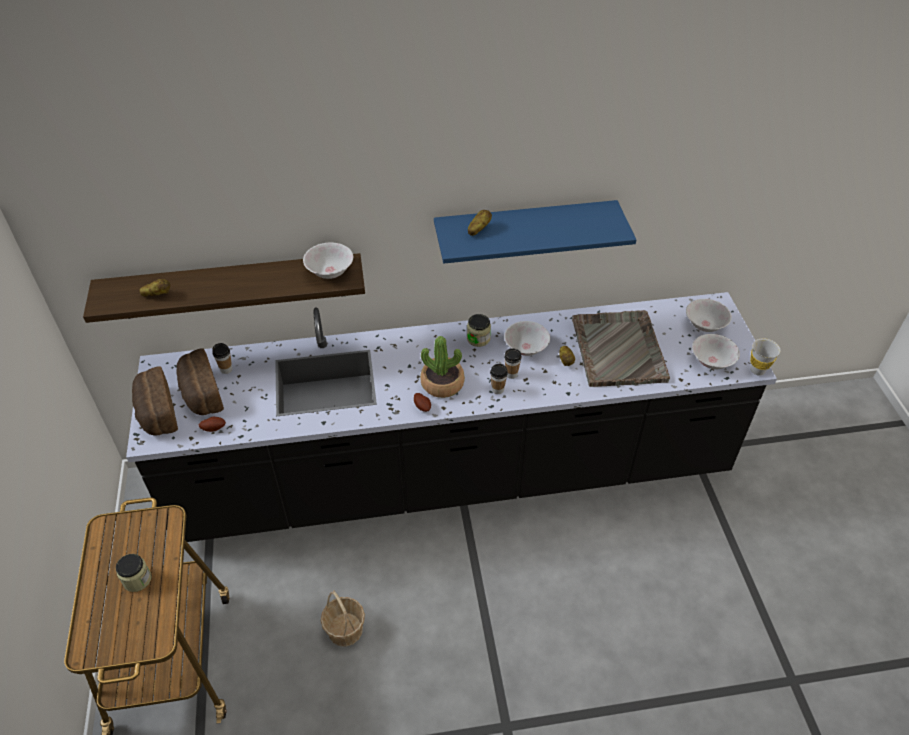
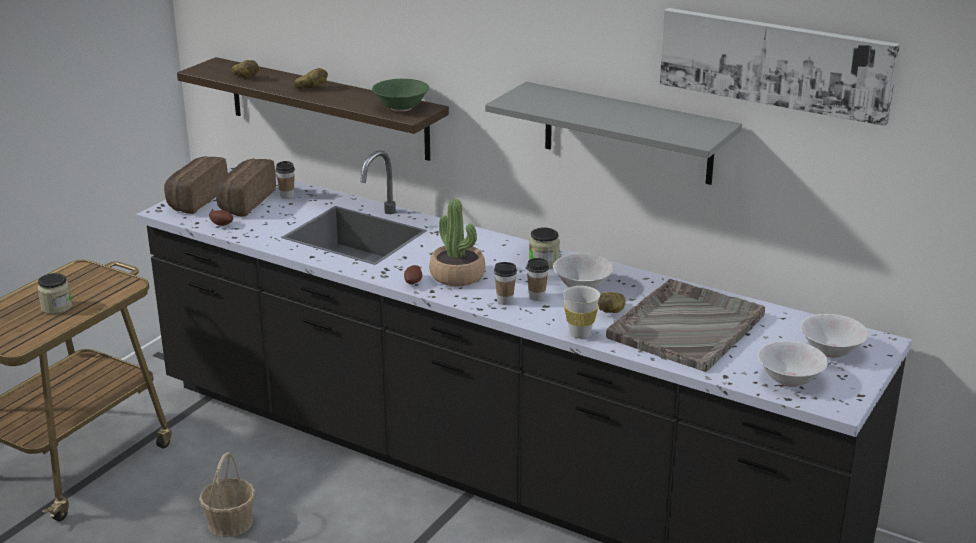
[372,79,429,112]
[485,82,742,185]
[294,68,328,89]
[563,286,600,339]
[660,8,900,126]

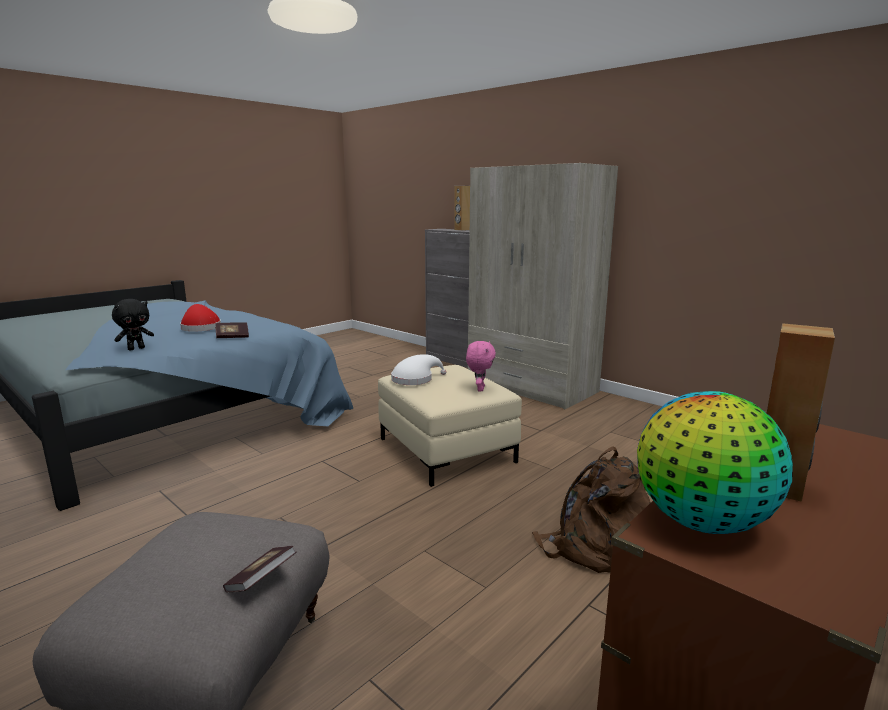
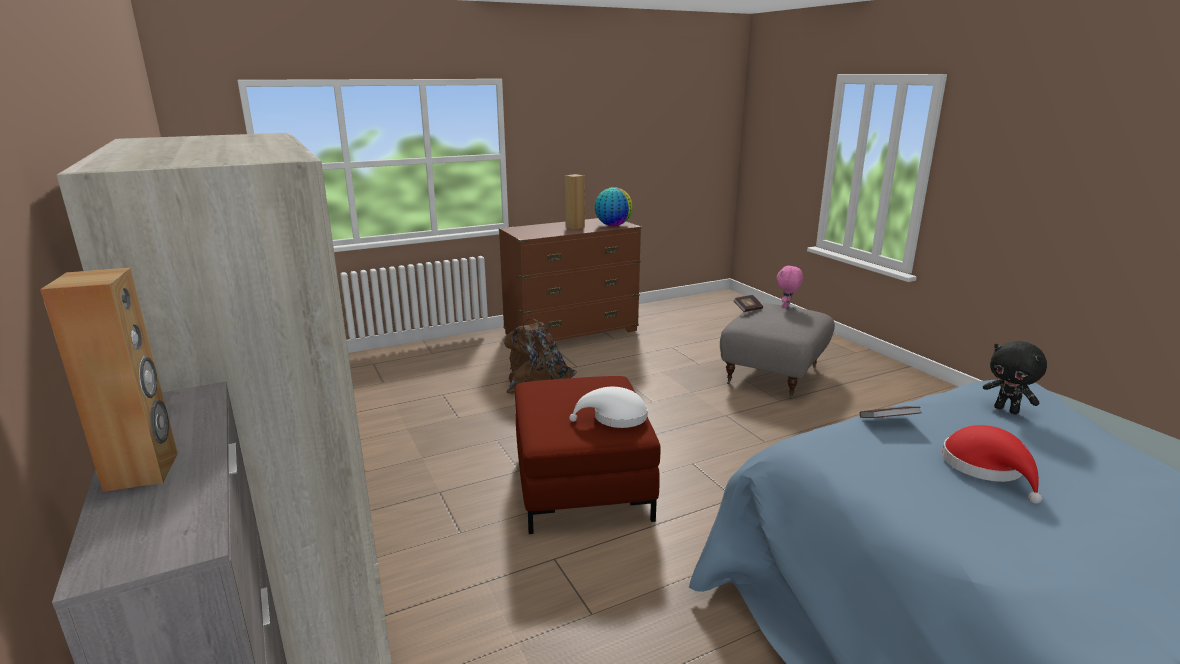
[983,341,1047,414]
[515,376,661,534]
[777,265,803,308]

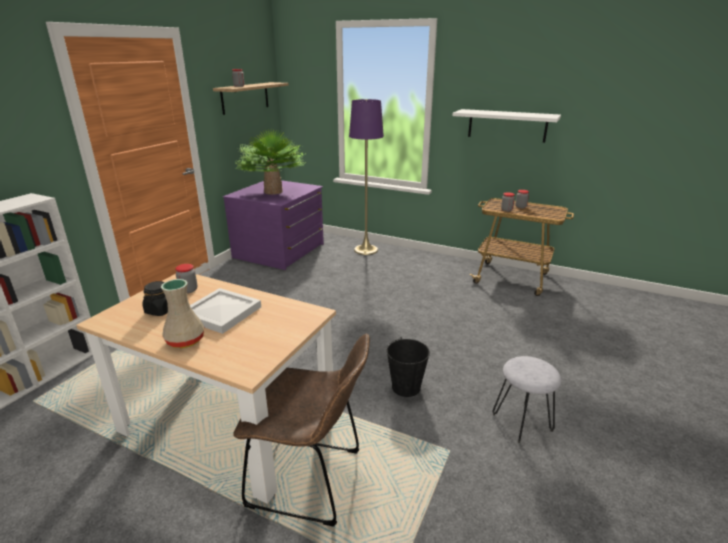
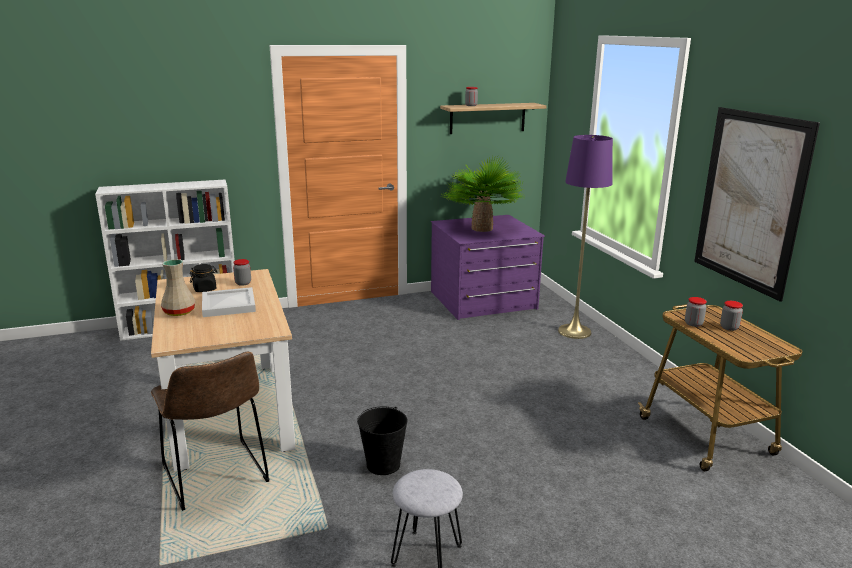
[694,107,820,302]

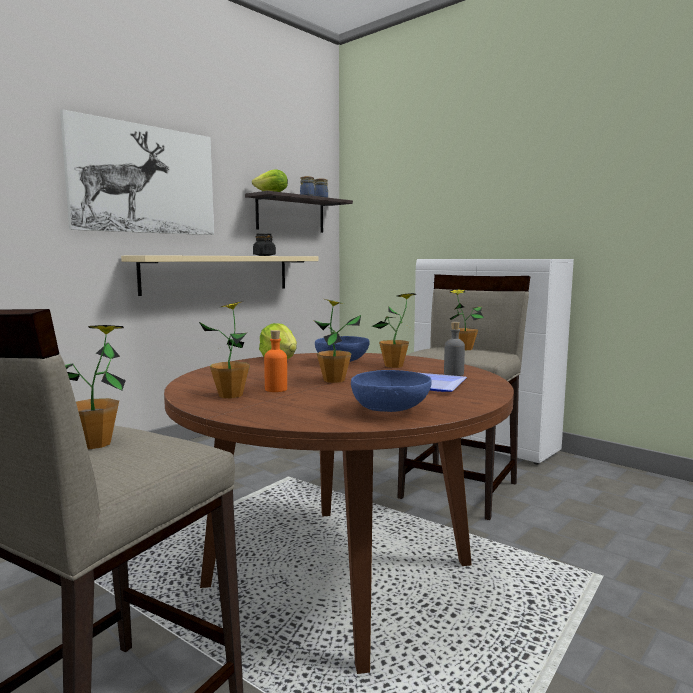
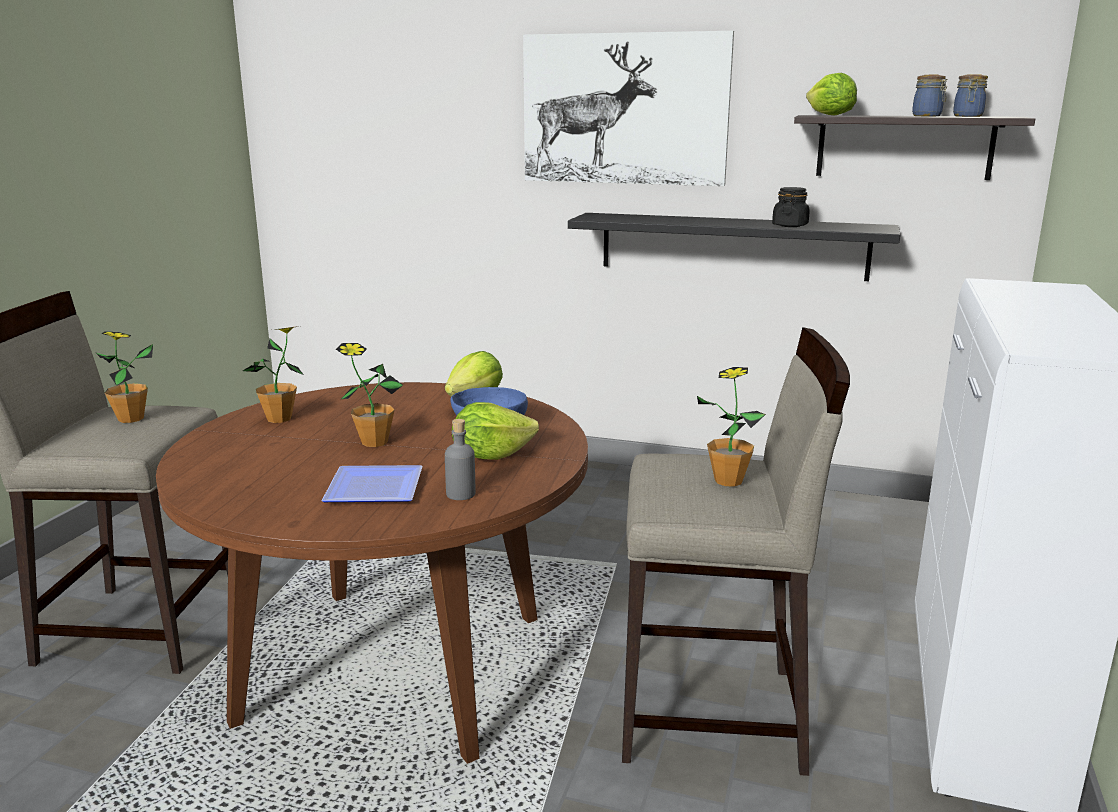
[568,213,900,281]
[264,330,287,392] (first image)
[351,370,432,412] (first image)
[452,402,539,460]

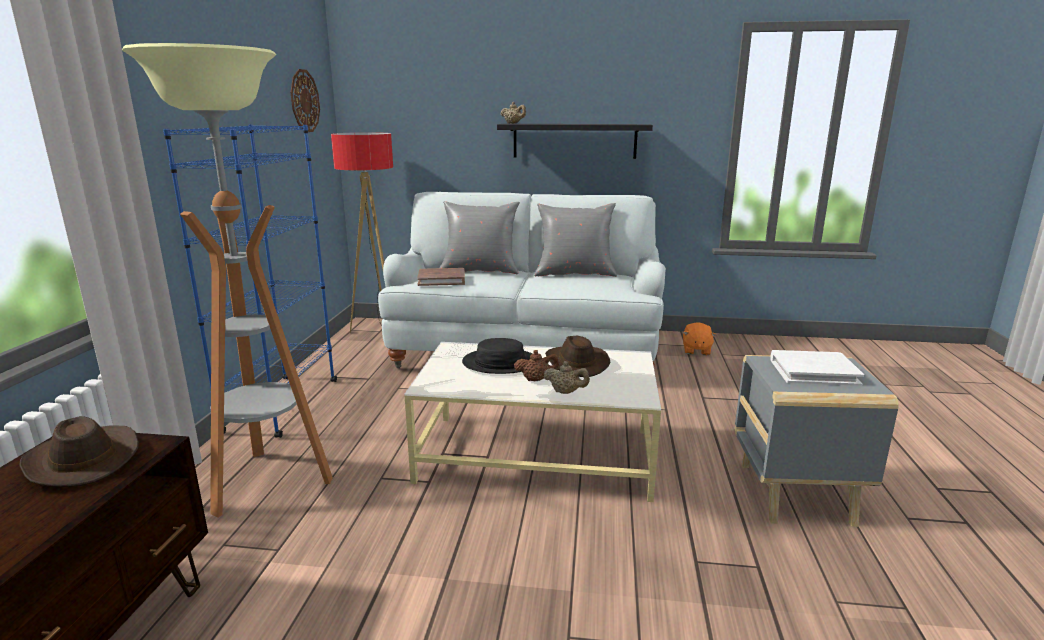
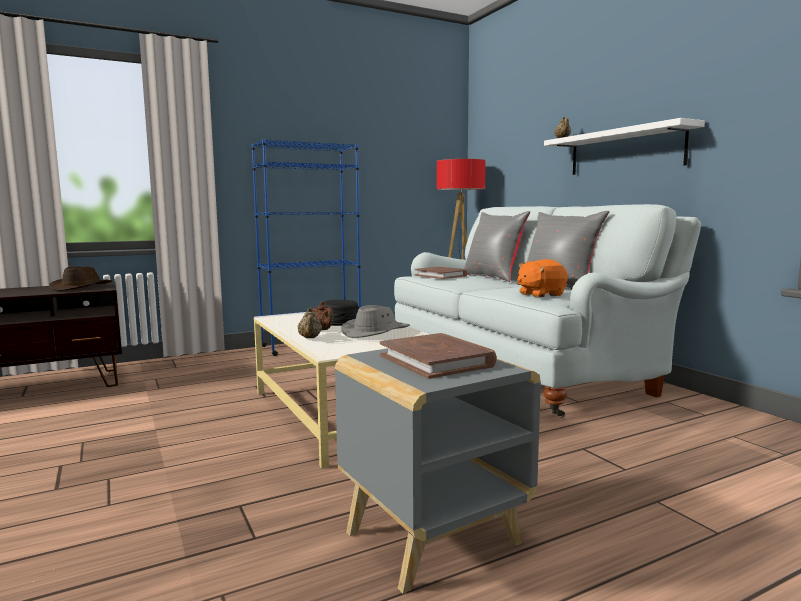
[122,43,333,517] (first image)
[290,69,320,132] (first image)
[544,118,705,175]
[341,305,410,338]
[517,259,568,298]
[380,333,497,379]

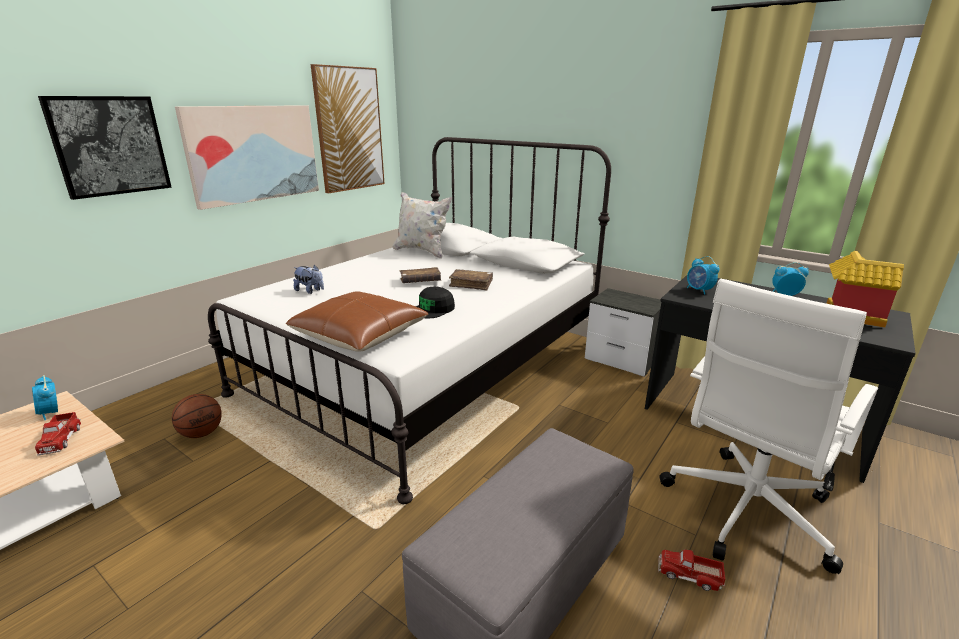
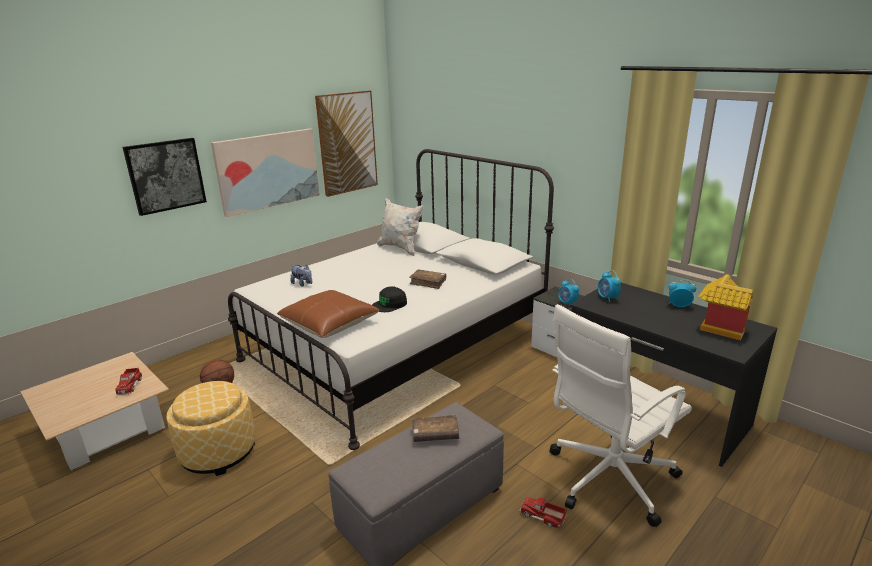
[558,279,579,305]
[412,415,460,442]
[166,381,255,476]

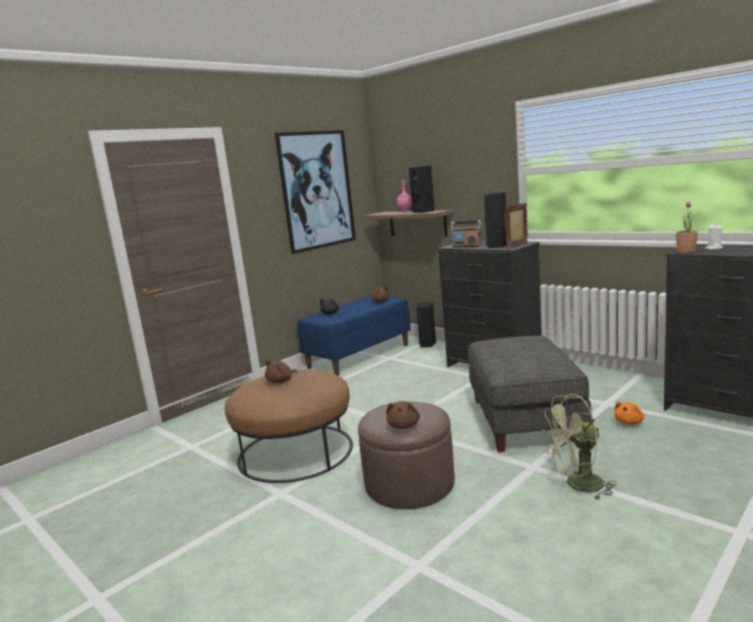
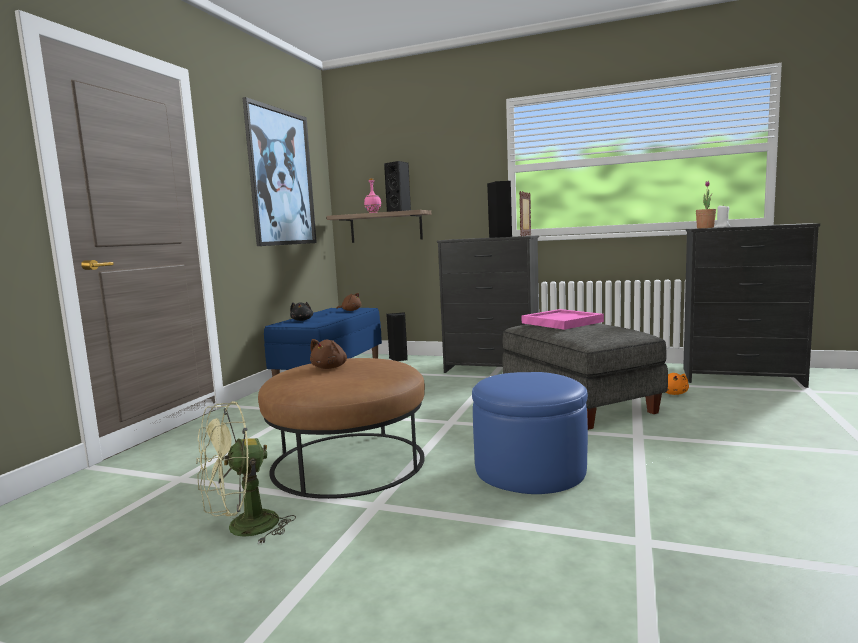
[472,372,588,494]
[386,401,420,429] (first image)
[451,220,481,248] (first image)
[196,401,296,545]
[521,309,604,330]

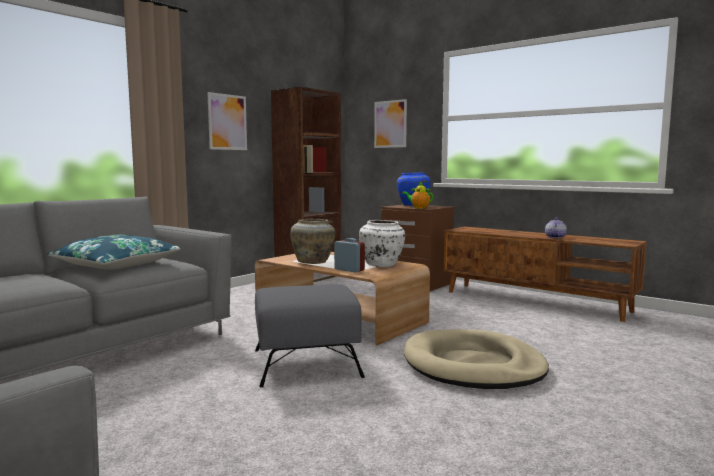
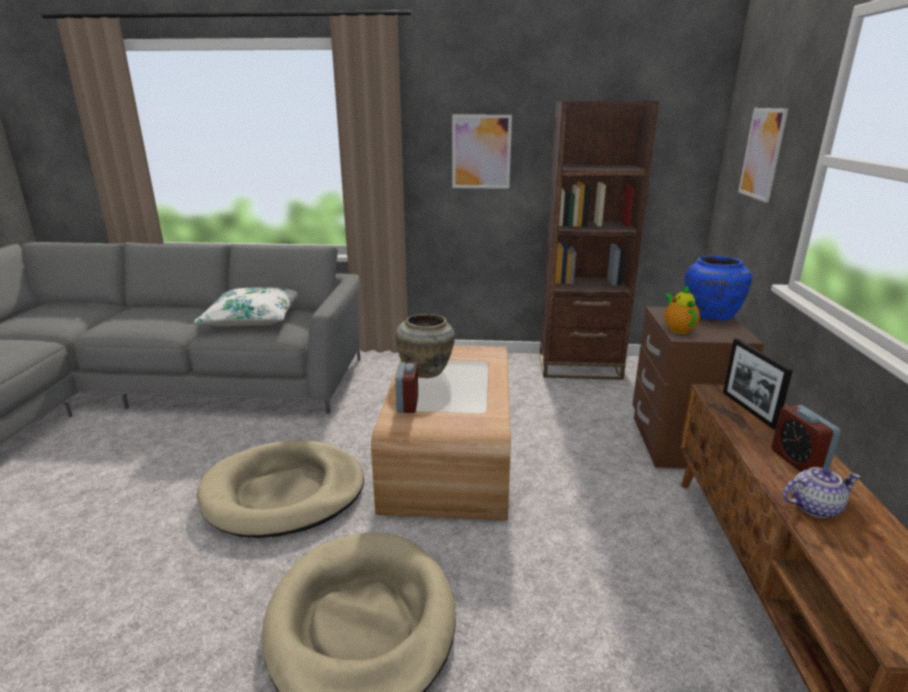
[194,287,298,327]
[197,440,364,538]
[359,220,405,267] (first image)
[723,339,793,430]
[771,405,841,472]

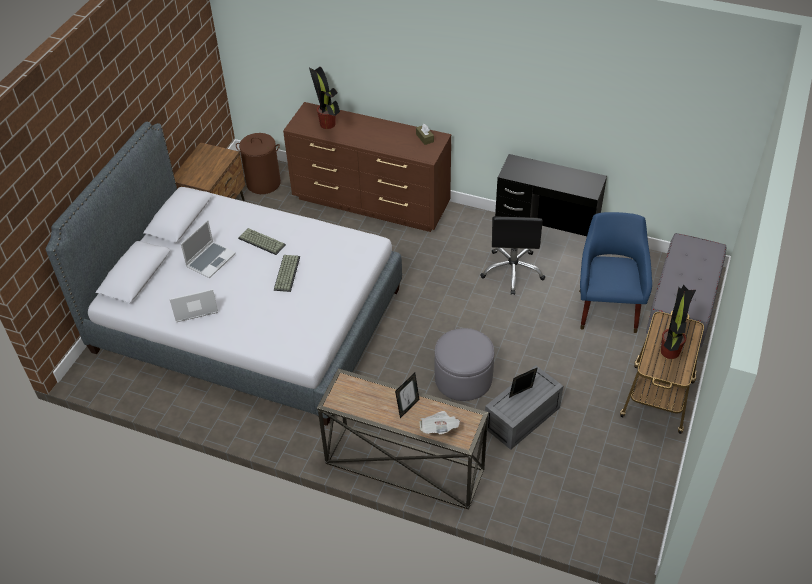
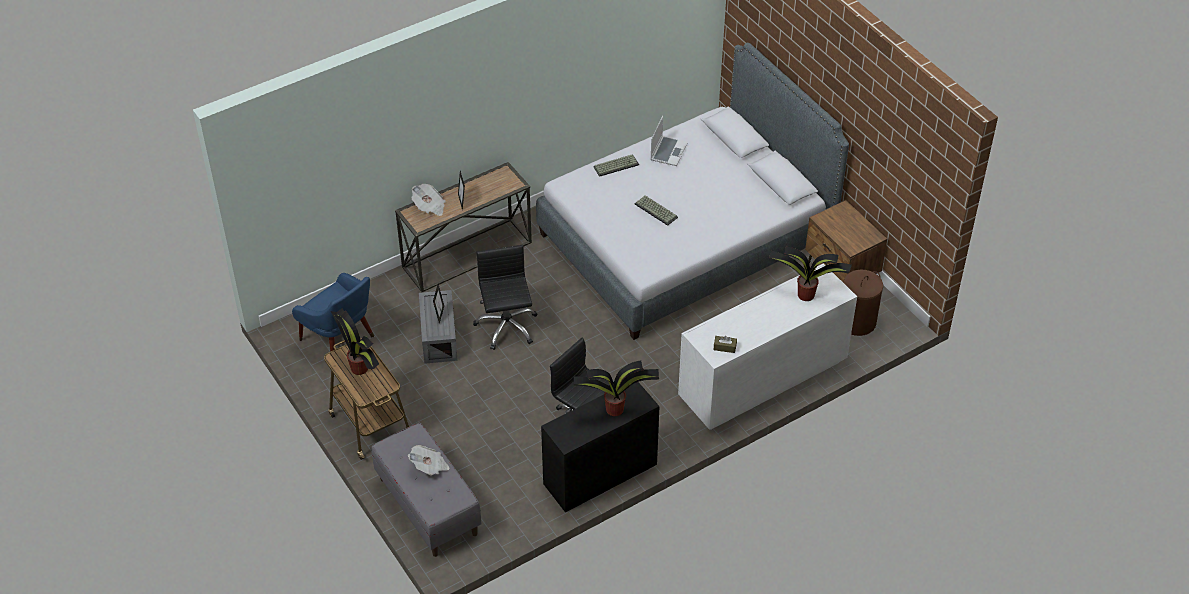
[181,220,236,278] (first image)
[593,155,639,177]
[678,263,857,430]
[473,245,537,350]
[292,273,374,360]
[408,445,450,475]
[574,360,659,416]

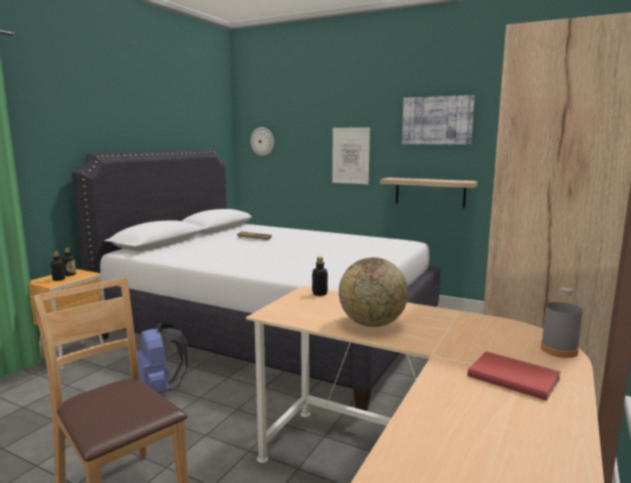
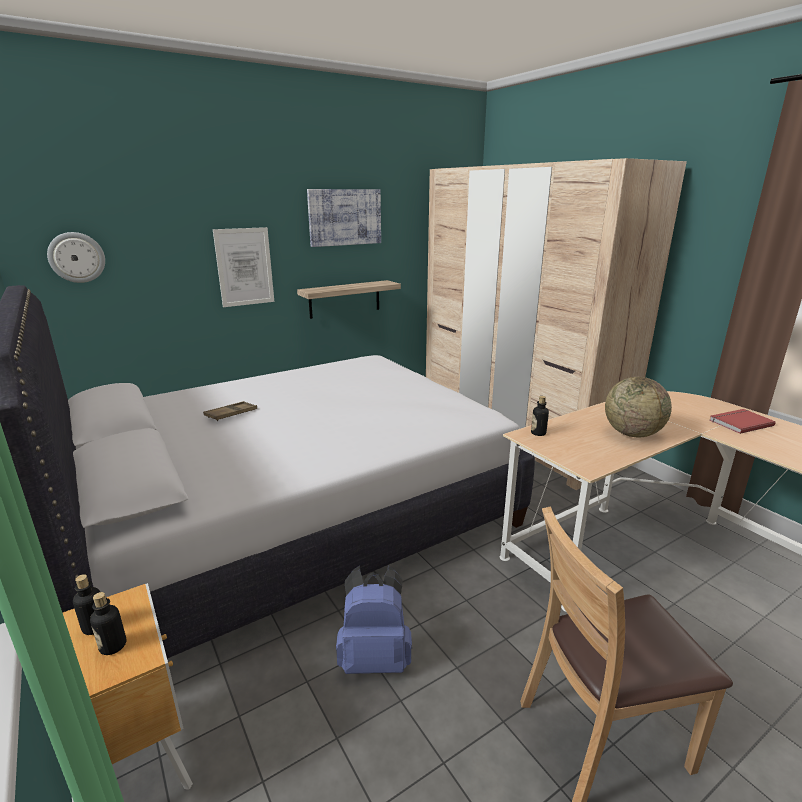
[541,287,583,358] (first image)

